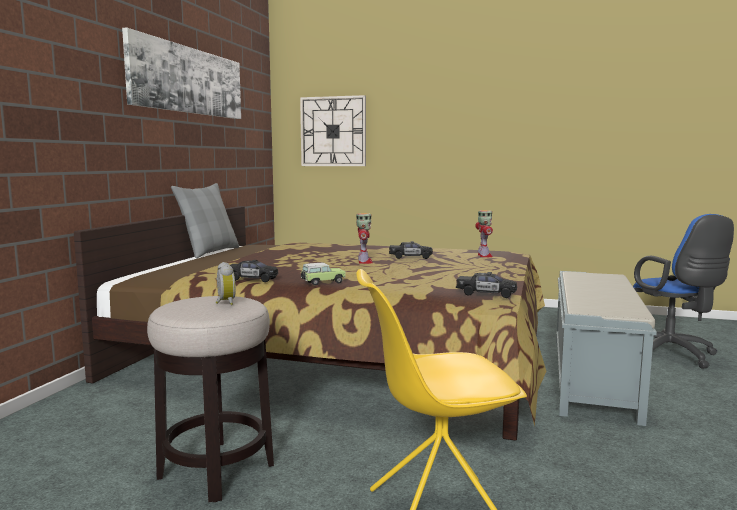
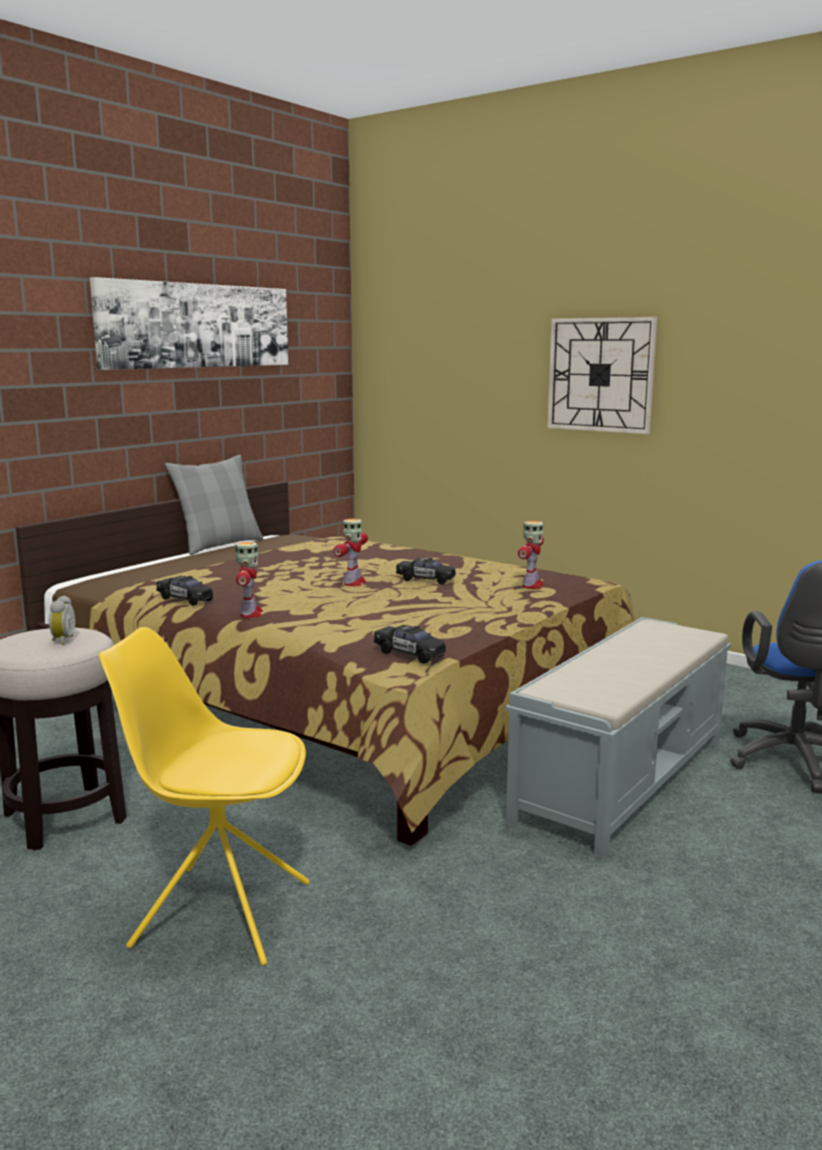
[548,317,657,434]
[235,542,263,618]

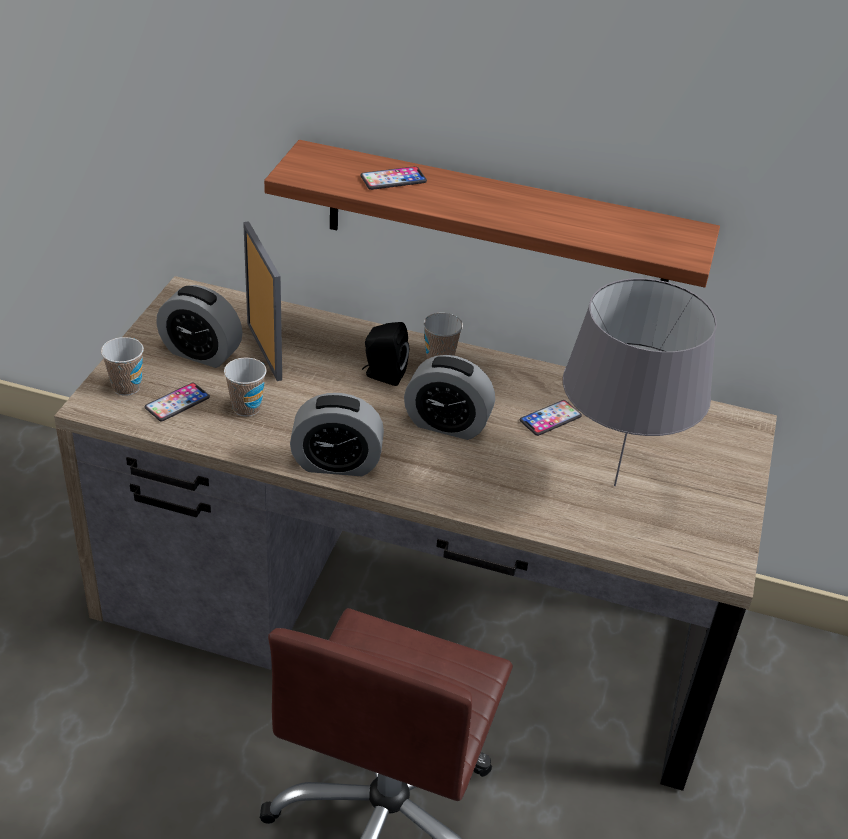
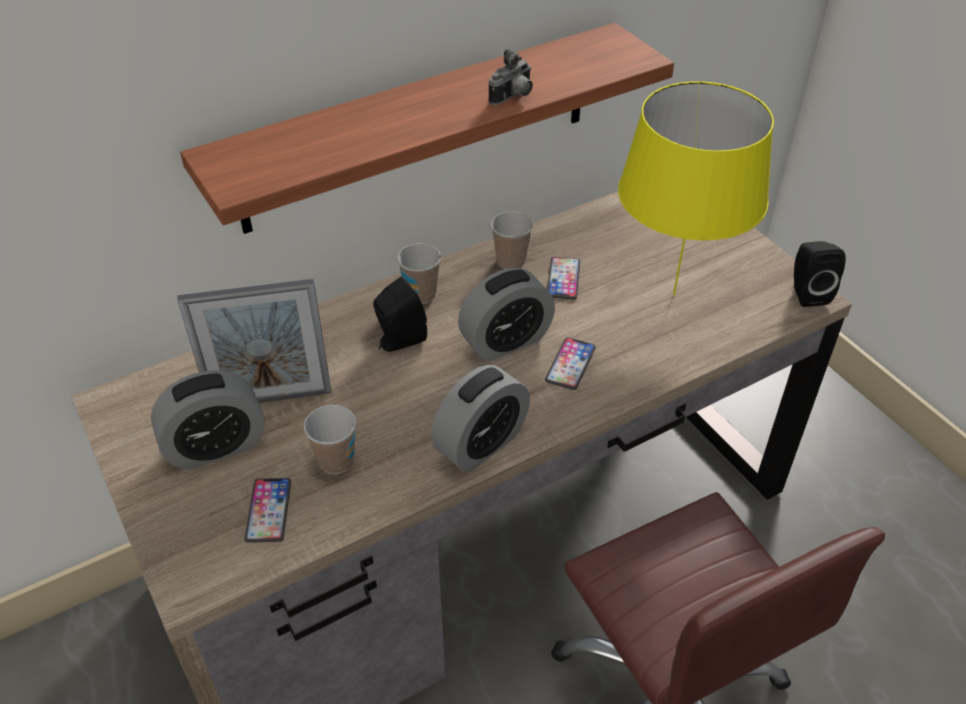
[491,211,533,269]
[178,279,332,403]
[545,337,596,390]
[618,81,774,295]
[489,49,533,105]
[794,241,846,307]

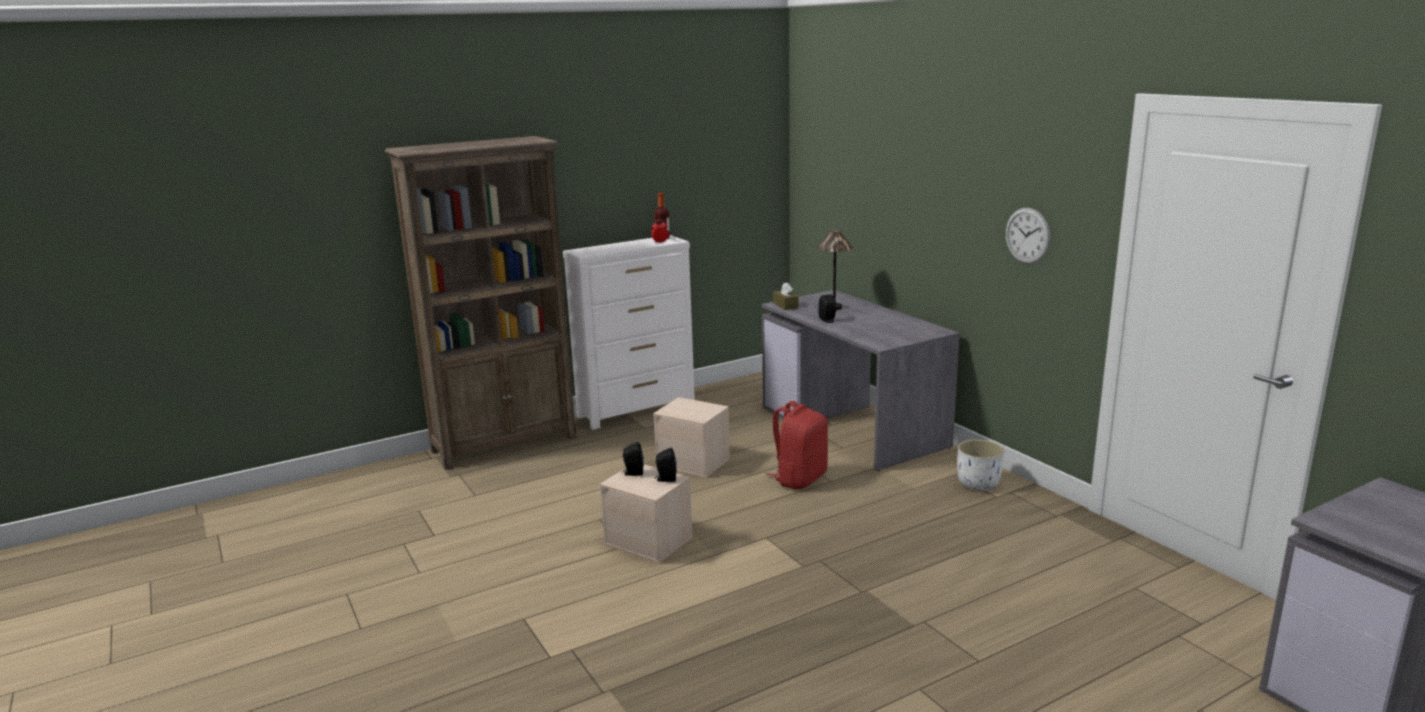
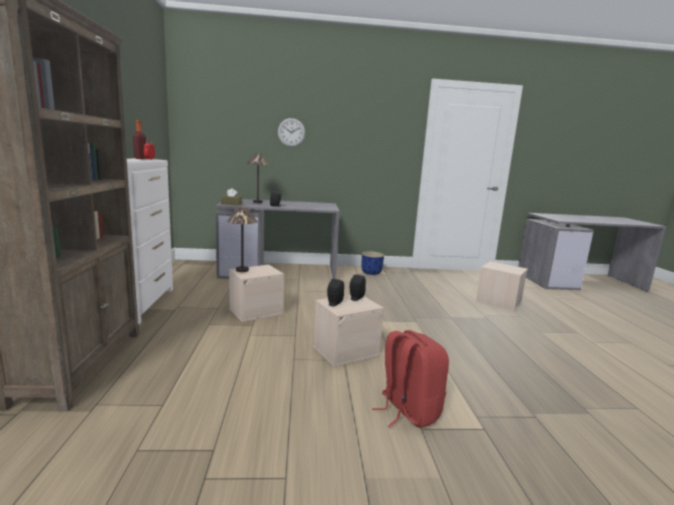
[372,330,449,428]
[362,251,384,275]
[278,118,305,147]
[227,207,257,272]
[476,261,528,311]

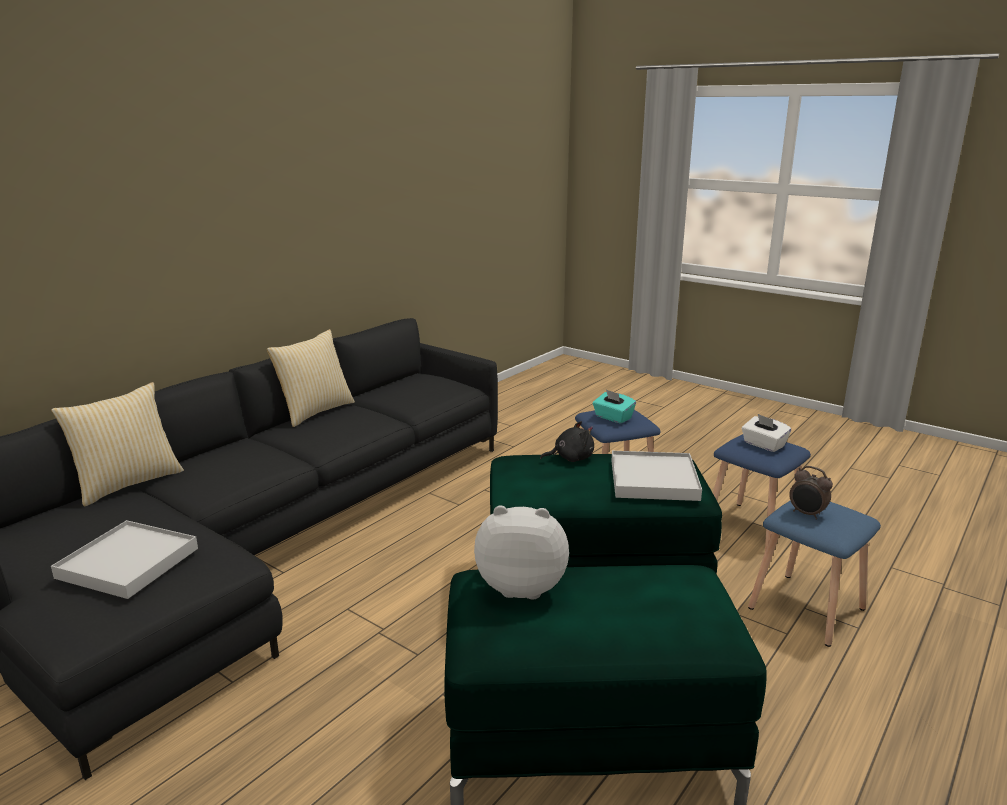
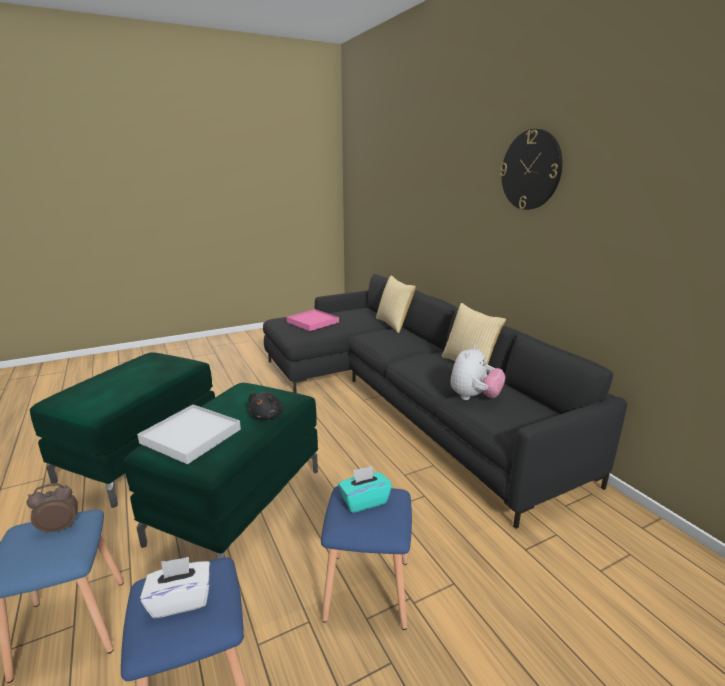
[286,309,339,331]
[450,345,505,400]
[500,129,562,210]

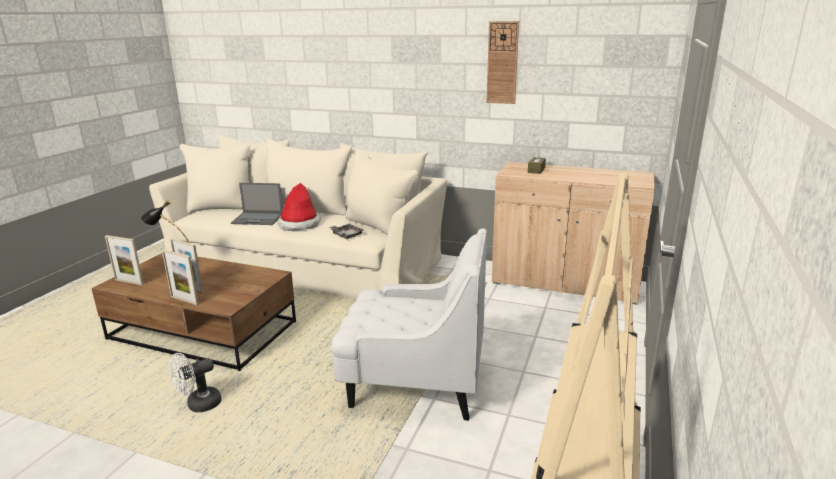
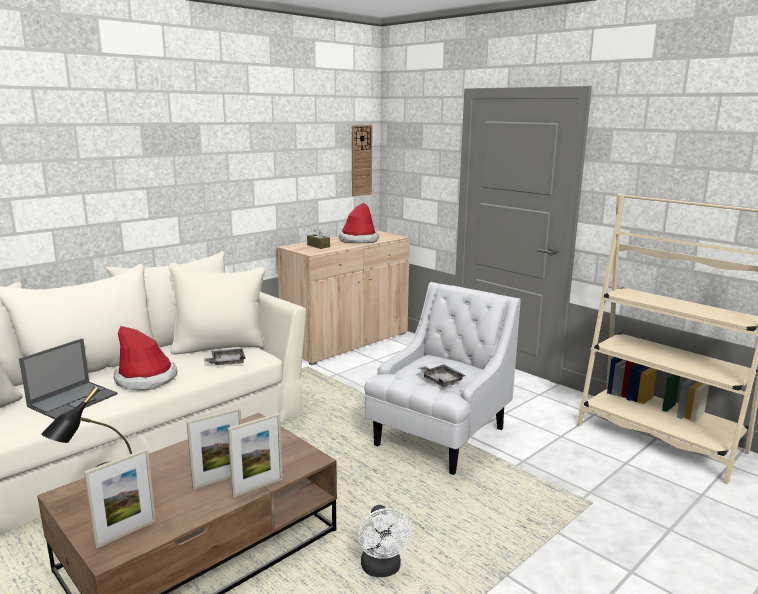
[352,125,372,196]
[339,203,379,243]
[418,364,466,387]

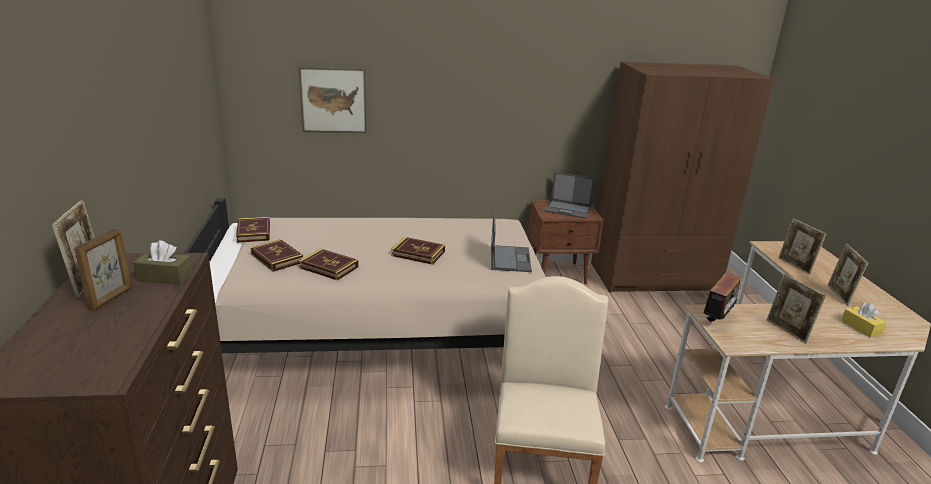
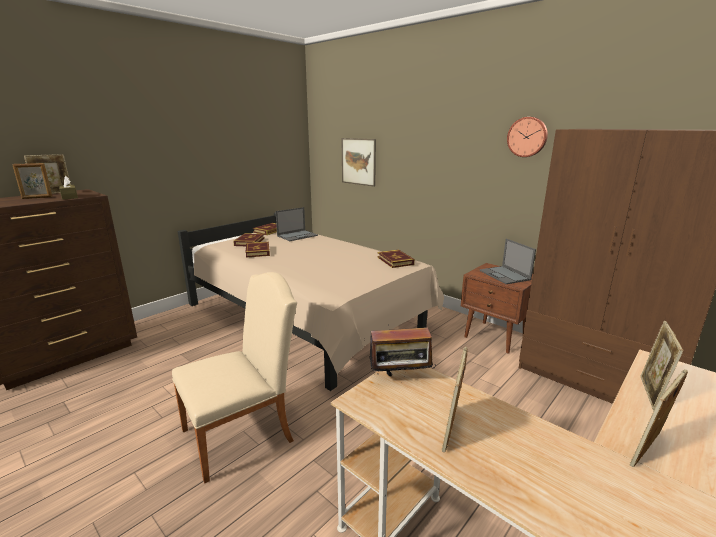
[378,250,415,268]
[275,207,318,241]
[841,302,886,337] (first image)
[507,117,548,157]

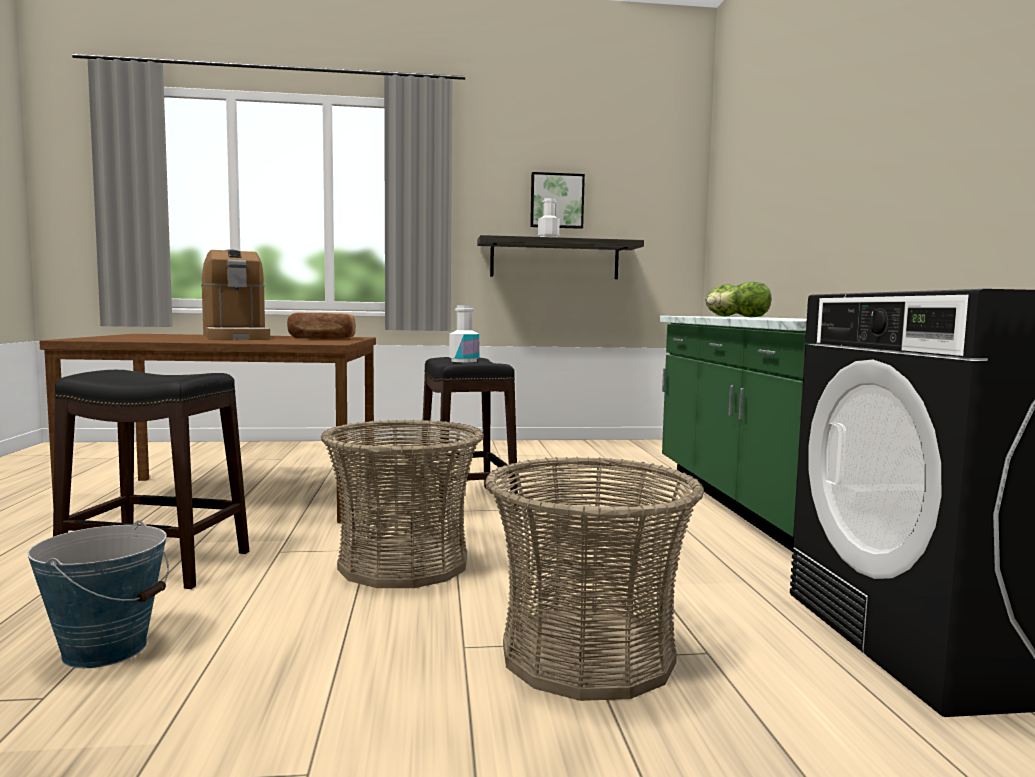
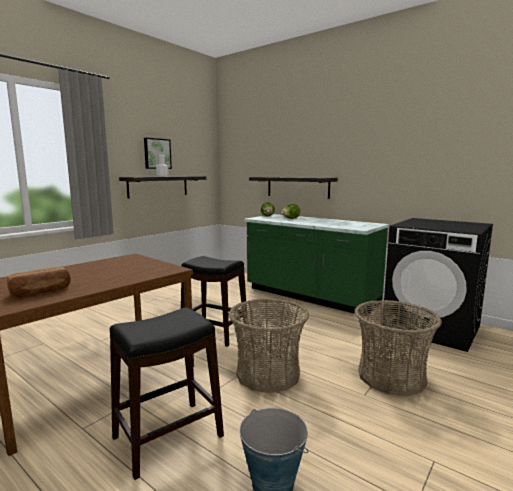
[202,249,270,340] (first image)
[7,267,71,297]
[449,305,479,362] (first image)
[249,177,338,199]

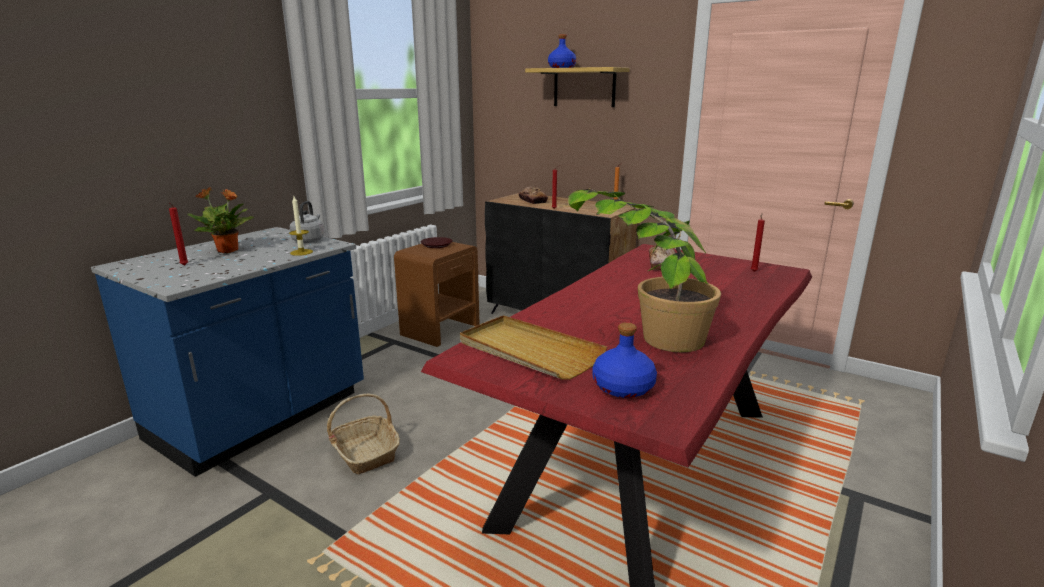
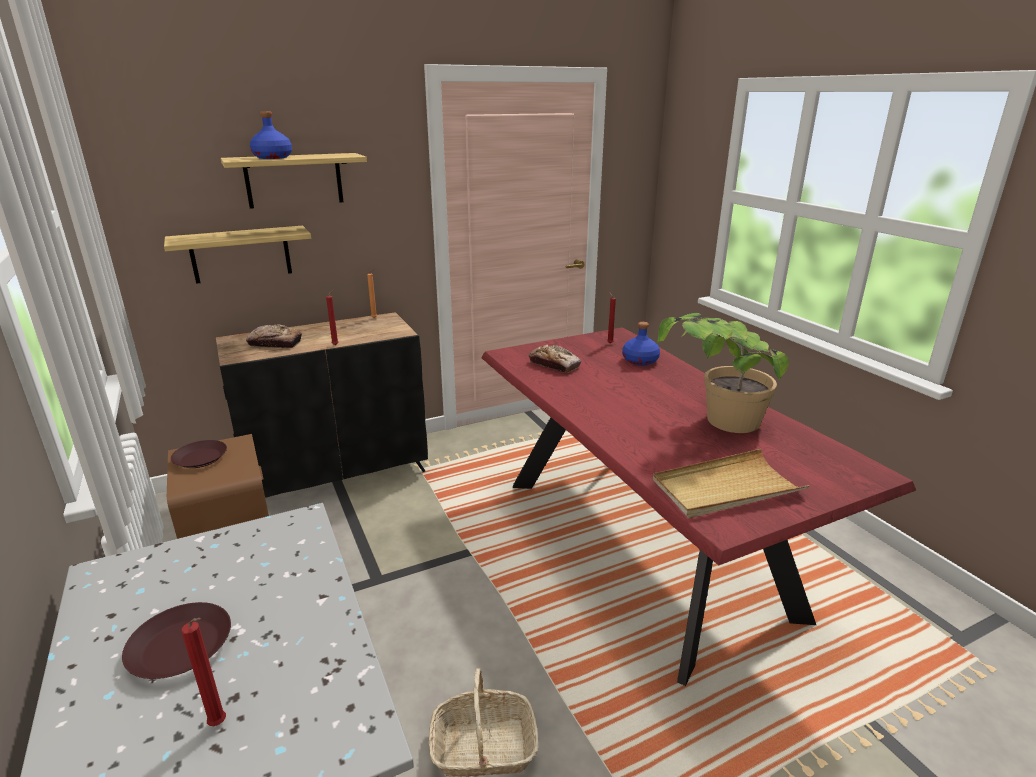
[122,602,231,679]
[289,196,313,256] (first image)
[290,201,325,243] (first image)
[622,322,660,365]
[164,226,311,284]

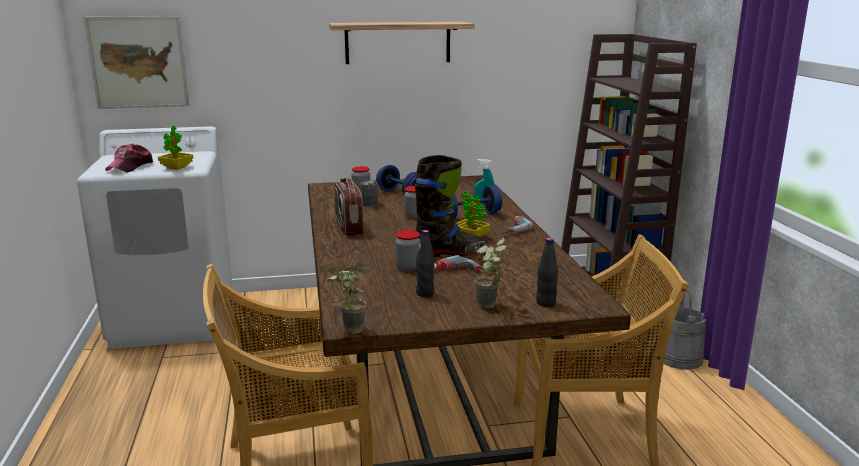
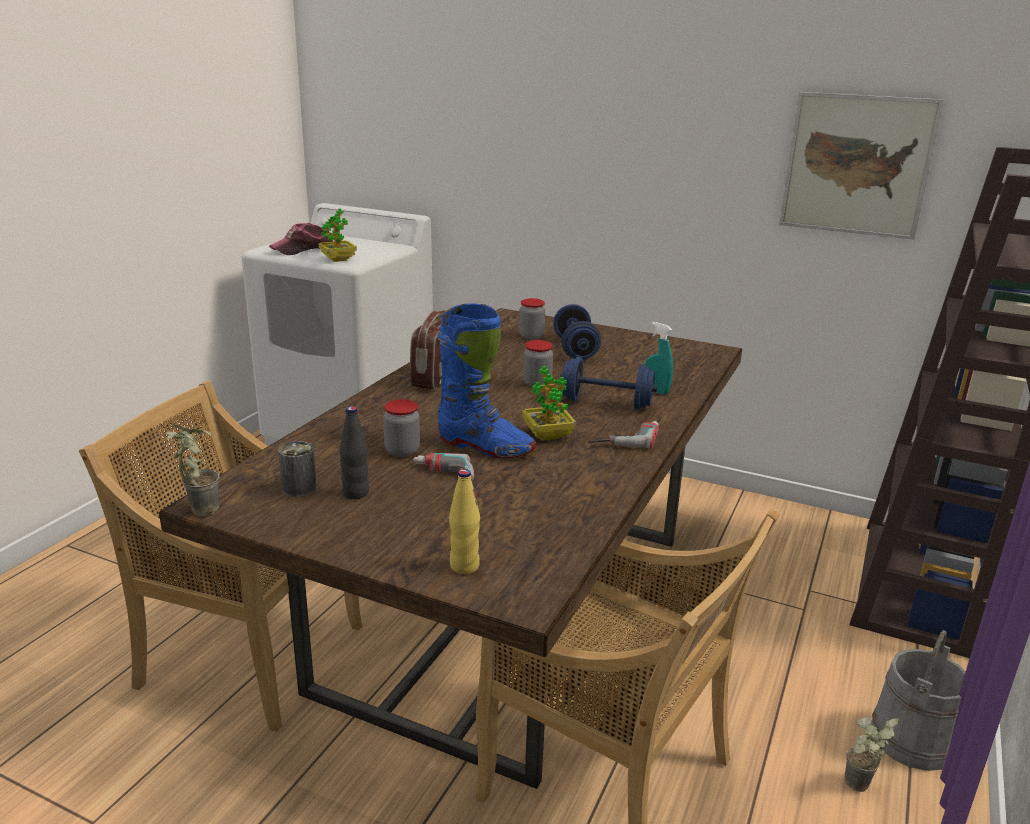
[779,92,944,240]
[329,22,475,64] (first image)
[278,441,316,497]
[437,303,536,458]
[845,716,899,792]
[449,469,480,574]

